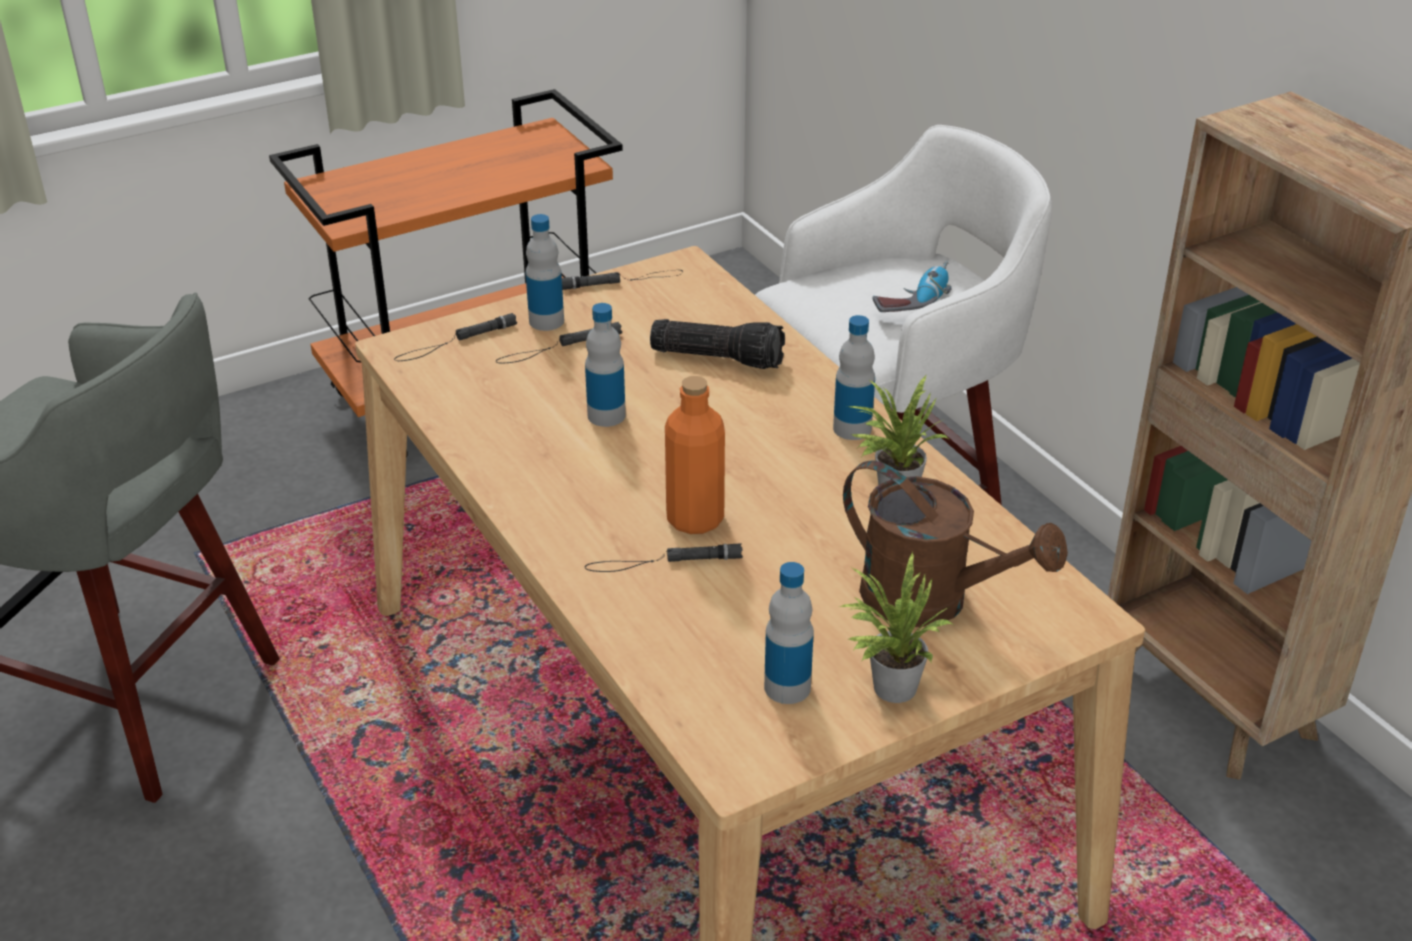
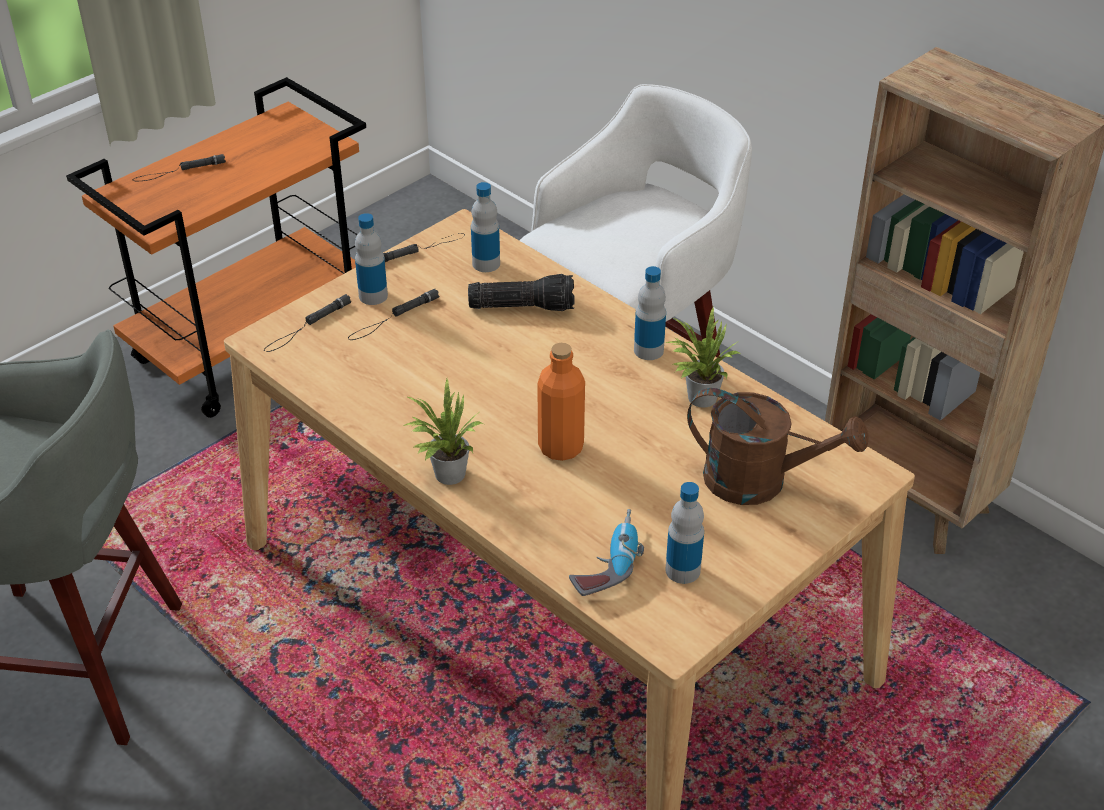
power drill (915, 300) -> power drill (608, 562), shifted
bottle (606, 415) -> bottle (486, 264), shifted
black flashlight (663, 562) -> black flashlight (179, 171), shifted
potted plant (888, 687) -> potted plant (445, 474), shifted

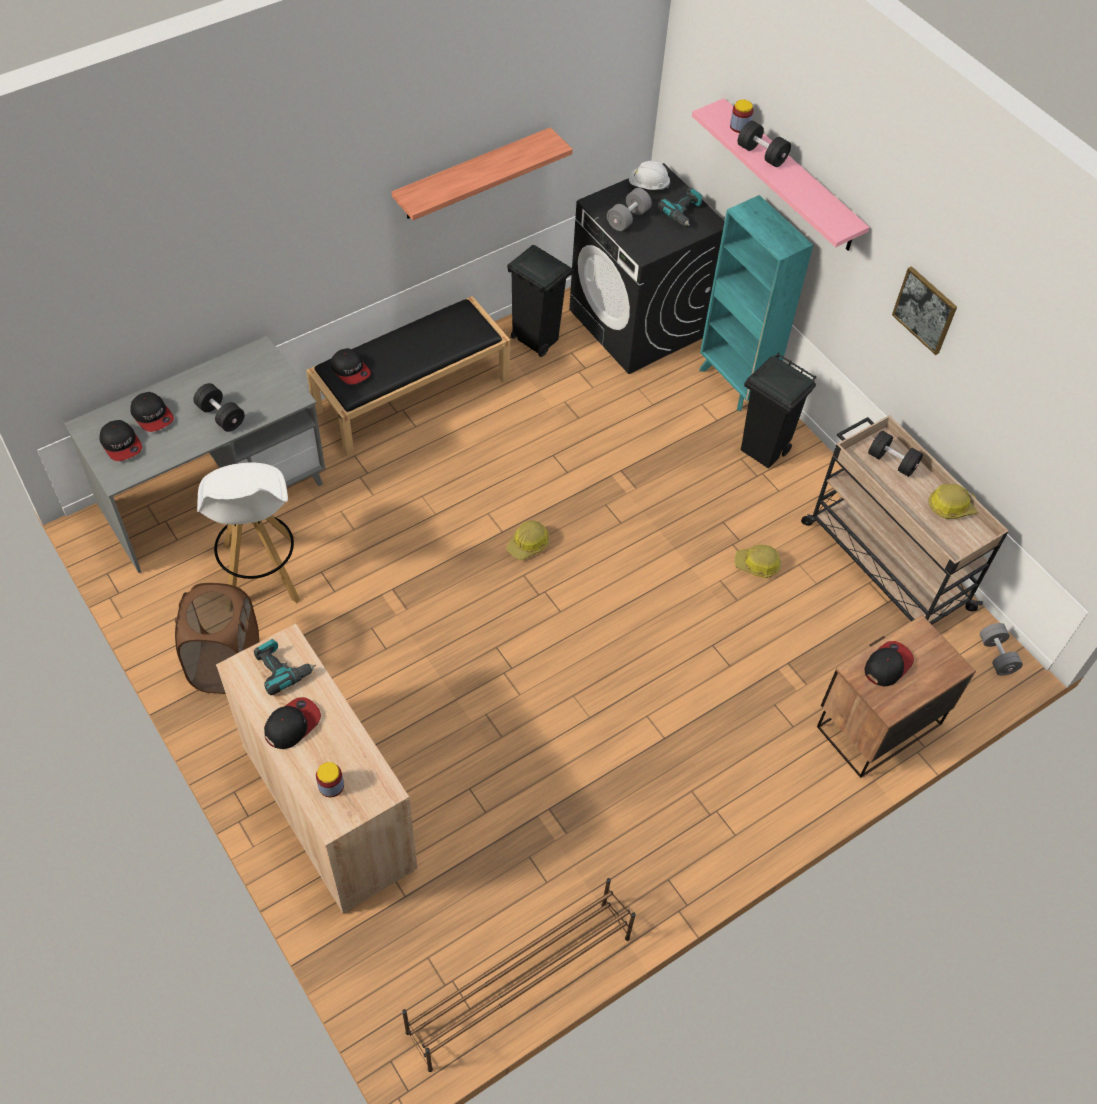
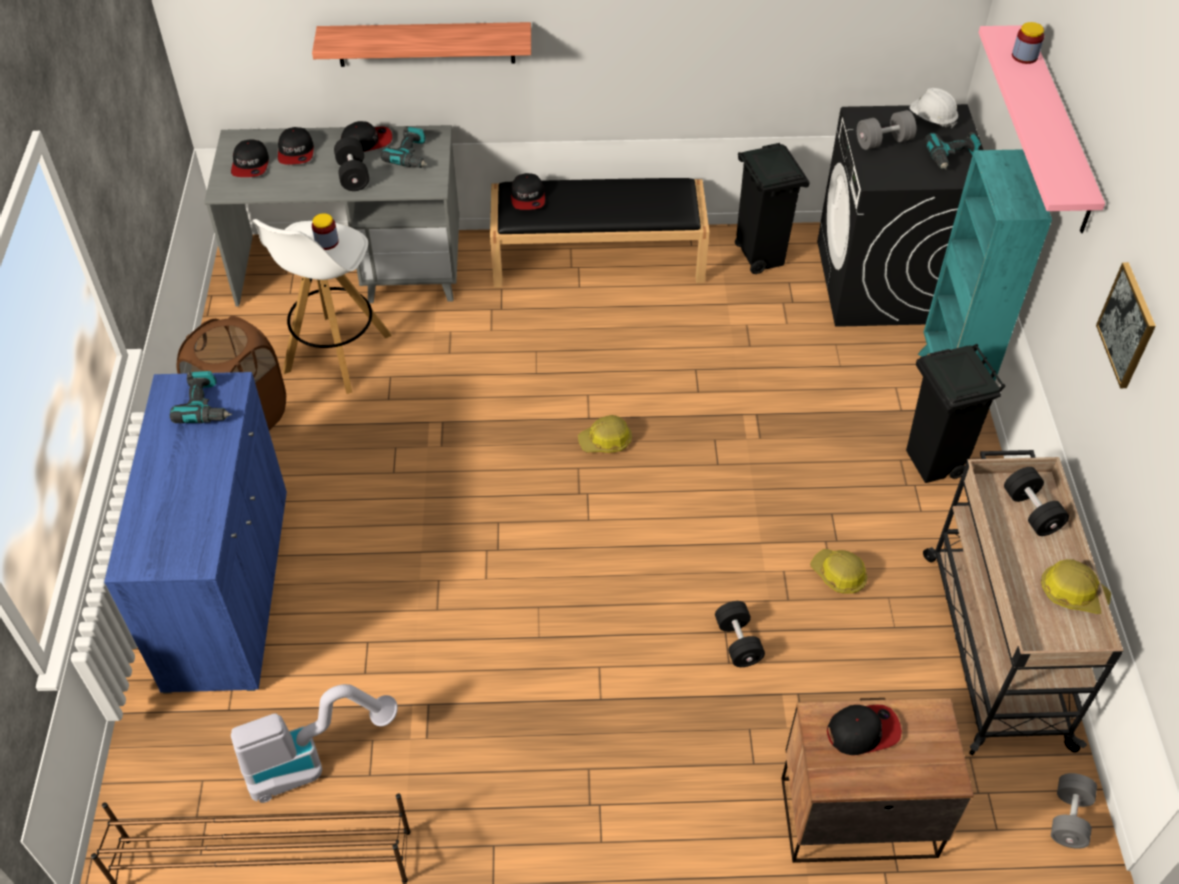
black dumbbell (761, 154) -> black dumbbell (738, 642), shifted
shelf (473, 174) -> shelf (426, 44), shifted
beige cabinet (329, 807) -> blue cabinet (228, 589)
cap (292, 724) -> cap (367, 141), shifted
jar (331, 785) -> jar (327, 242), shifted
none -> power drill (411, 155)
none -> vacuum cleaner (311, 761)

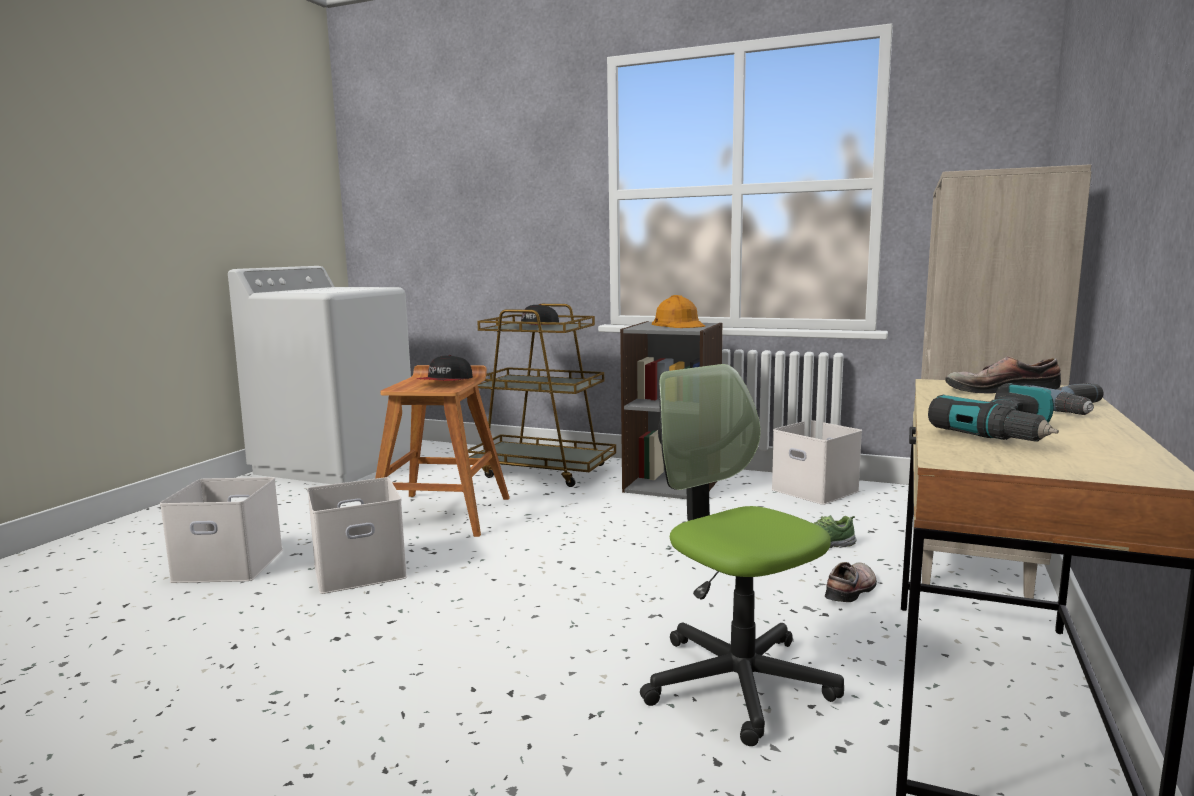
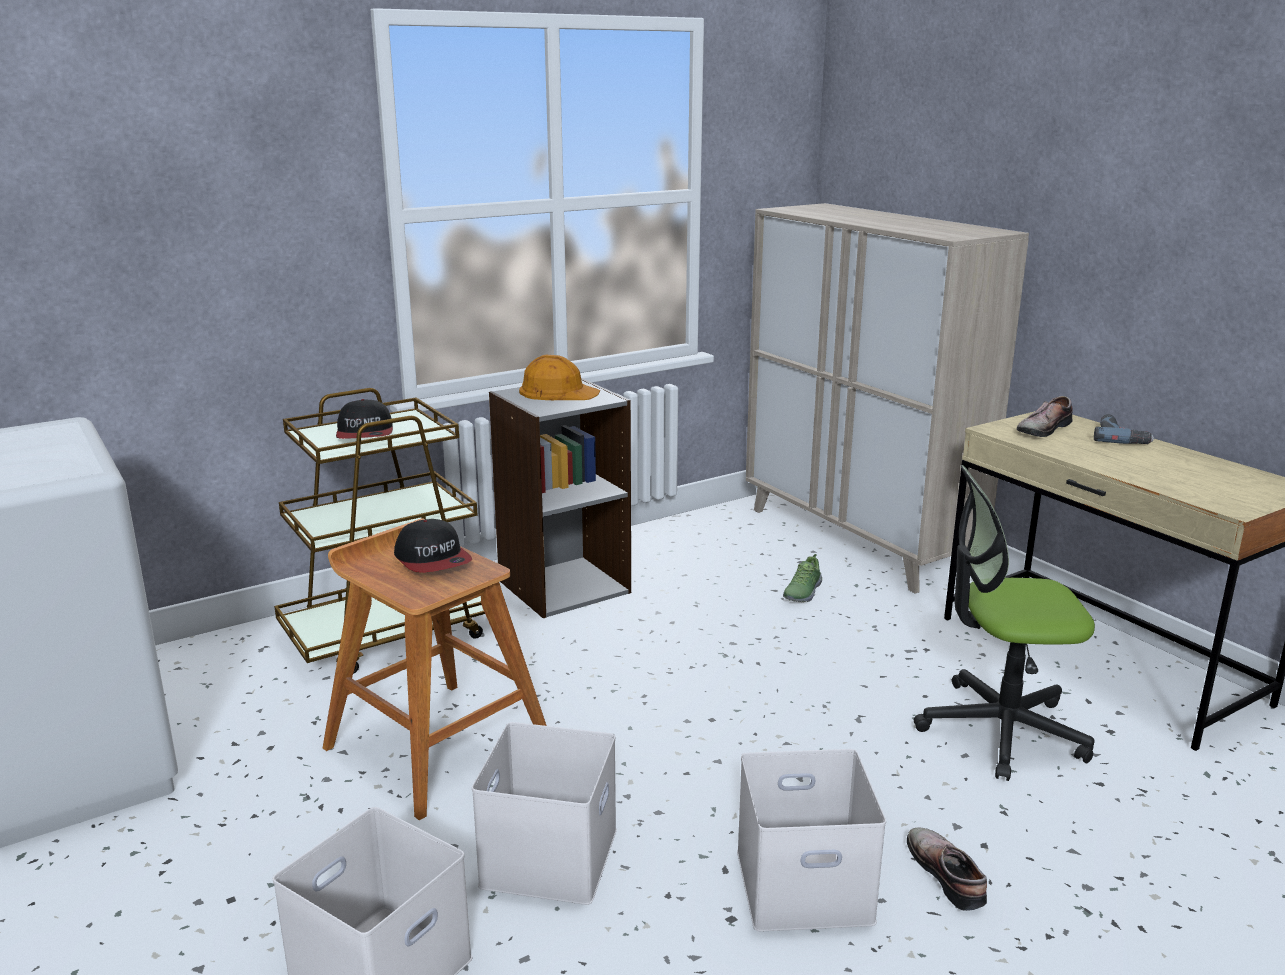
power drill (1008, 434) -> none
white storage box (817, 490) -> white storage box (805, 883), shifted
shoe (852, 590) -> shoe (948, 874), shifted

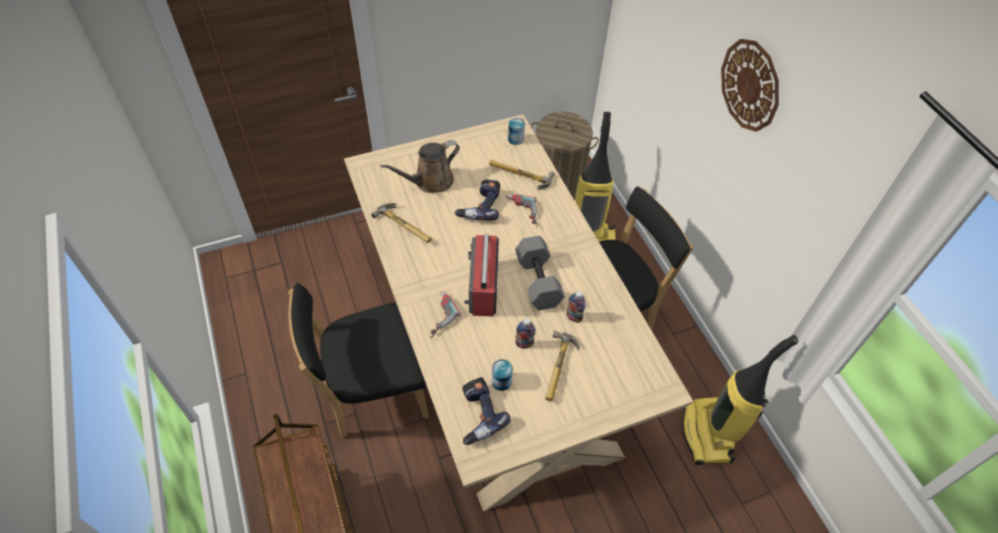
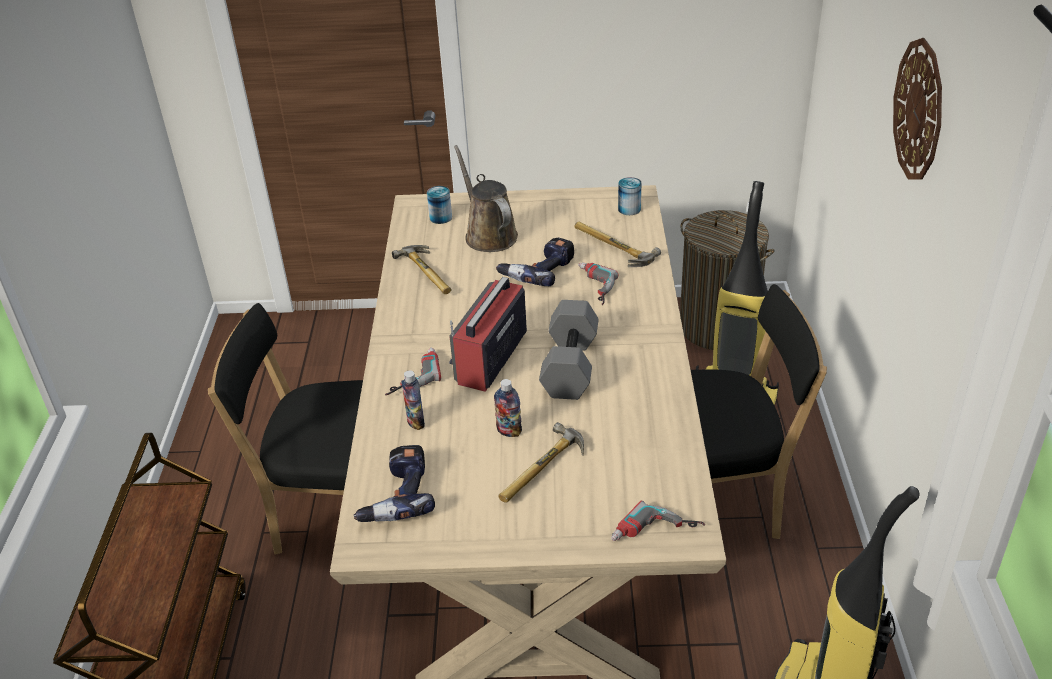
brown watering can (430, 181) -> brown watering can (488, 234), 75 degrees clockwise
bottle (574, 317) -> bottle (416, 422), shifted
can (501, 381) -> can (440, 217), shifted
none -> power drill (656, 535)

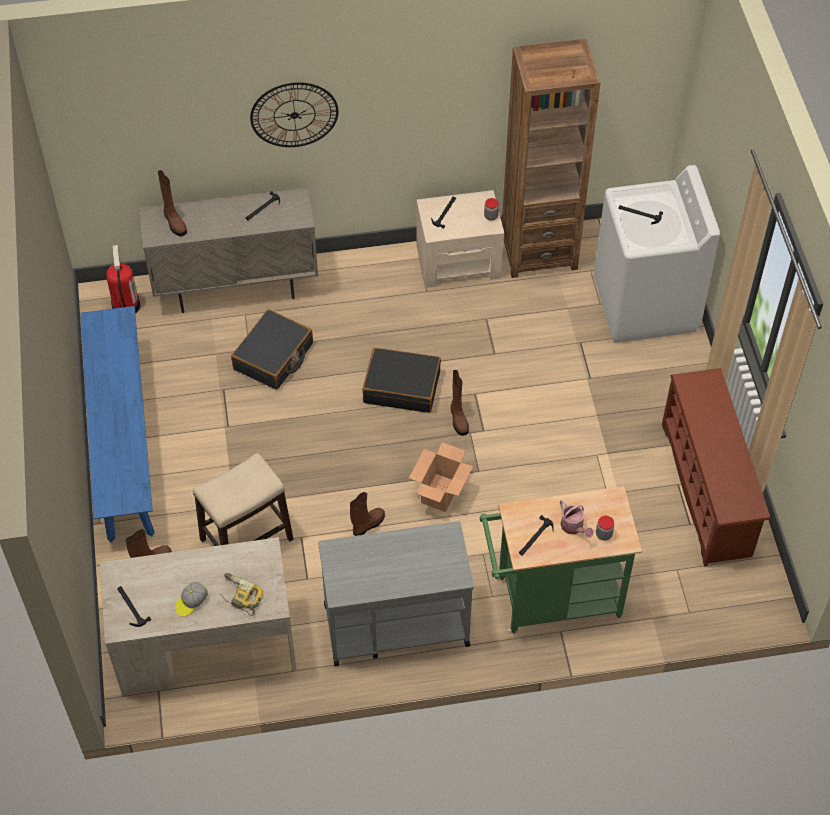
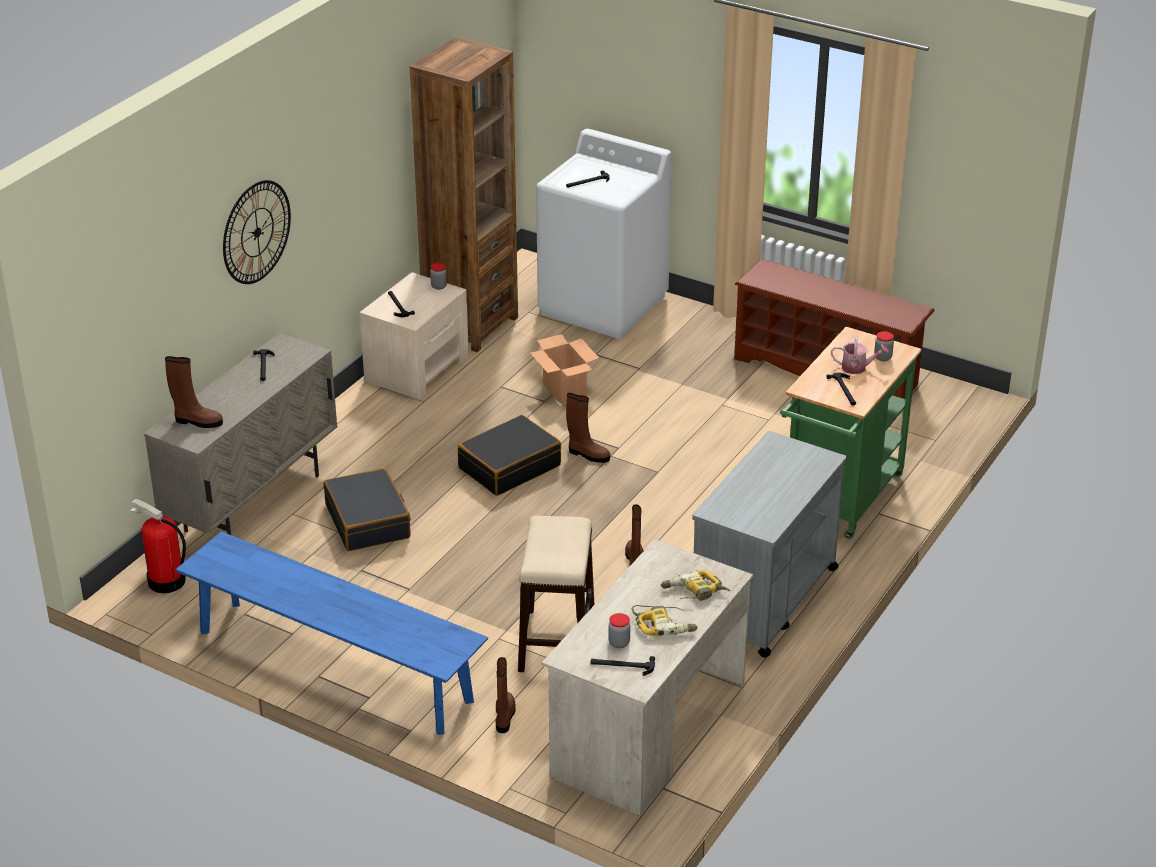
cardboard box (440, 493) -> cardboard box (565, 390), shifted
cap (191, 602) -> power drill (664, 625)
none -> jar (619, 643)

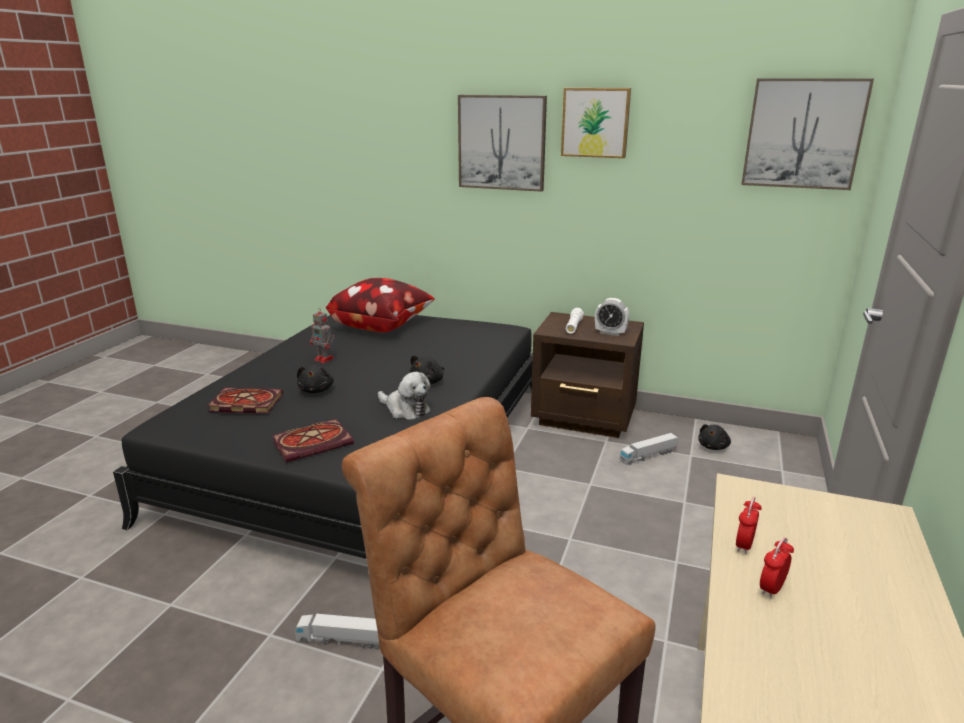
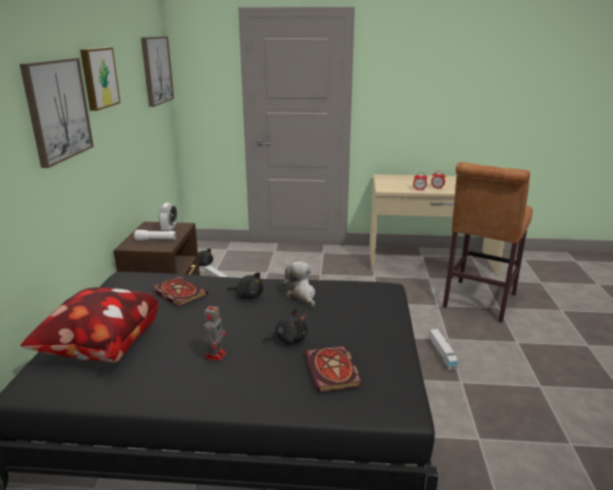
plush toy (405, 409) -> plush toy (301, 296), 45 degrees counterclockwise
book (314, 442) -> book (178, 293), shifted

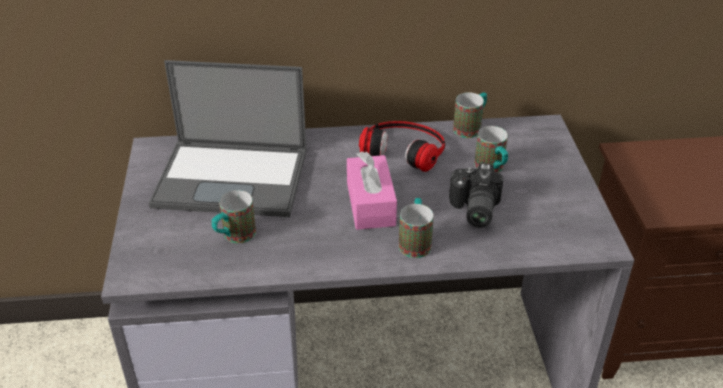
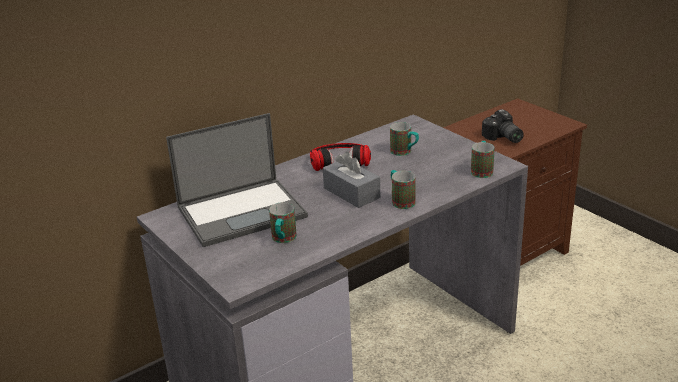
mug (470, 127) -> mug (482, 170), shifted
pink tissue box (370, 204) -> grey tissue box (351, 193)
photo camera (473, 209) -> photo camera (503, 138), shifted

